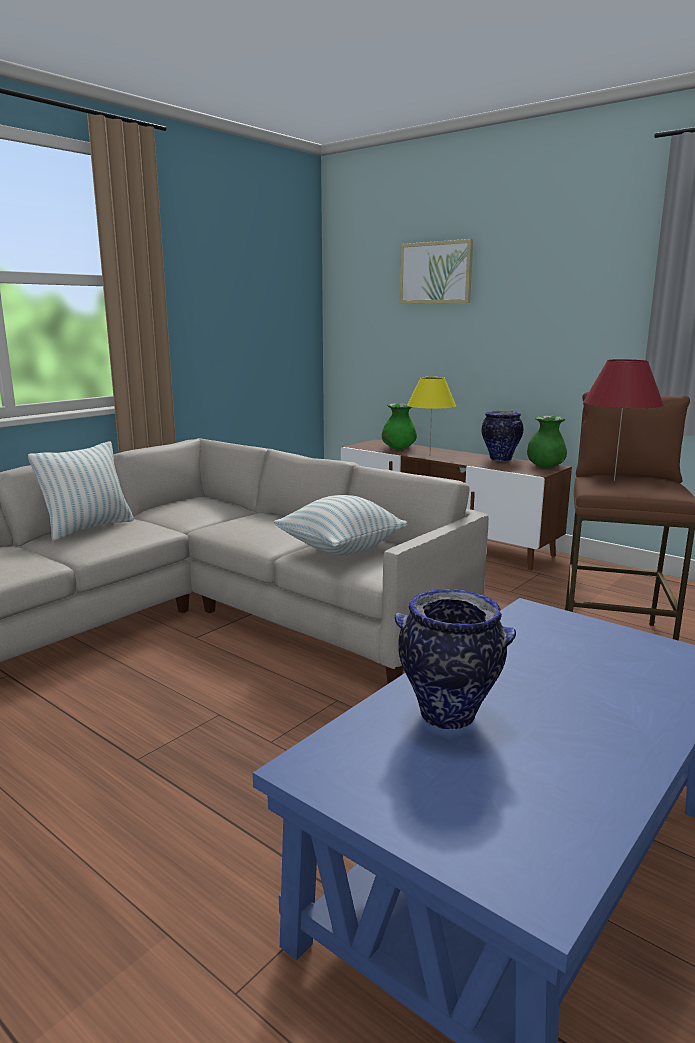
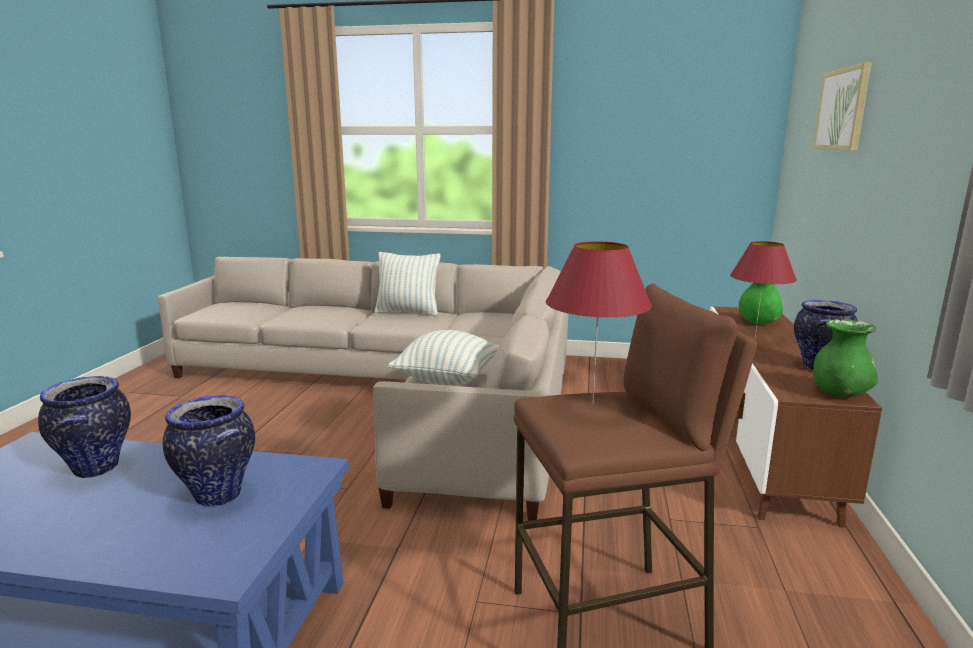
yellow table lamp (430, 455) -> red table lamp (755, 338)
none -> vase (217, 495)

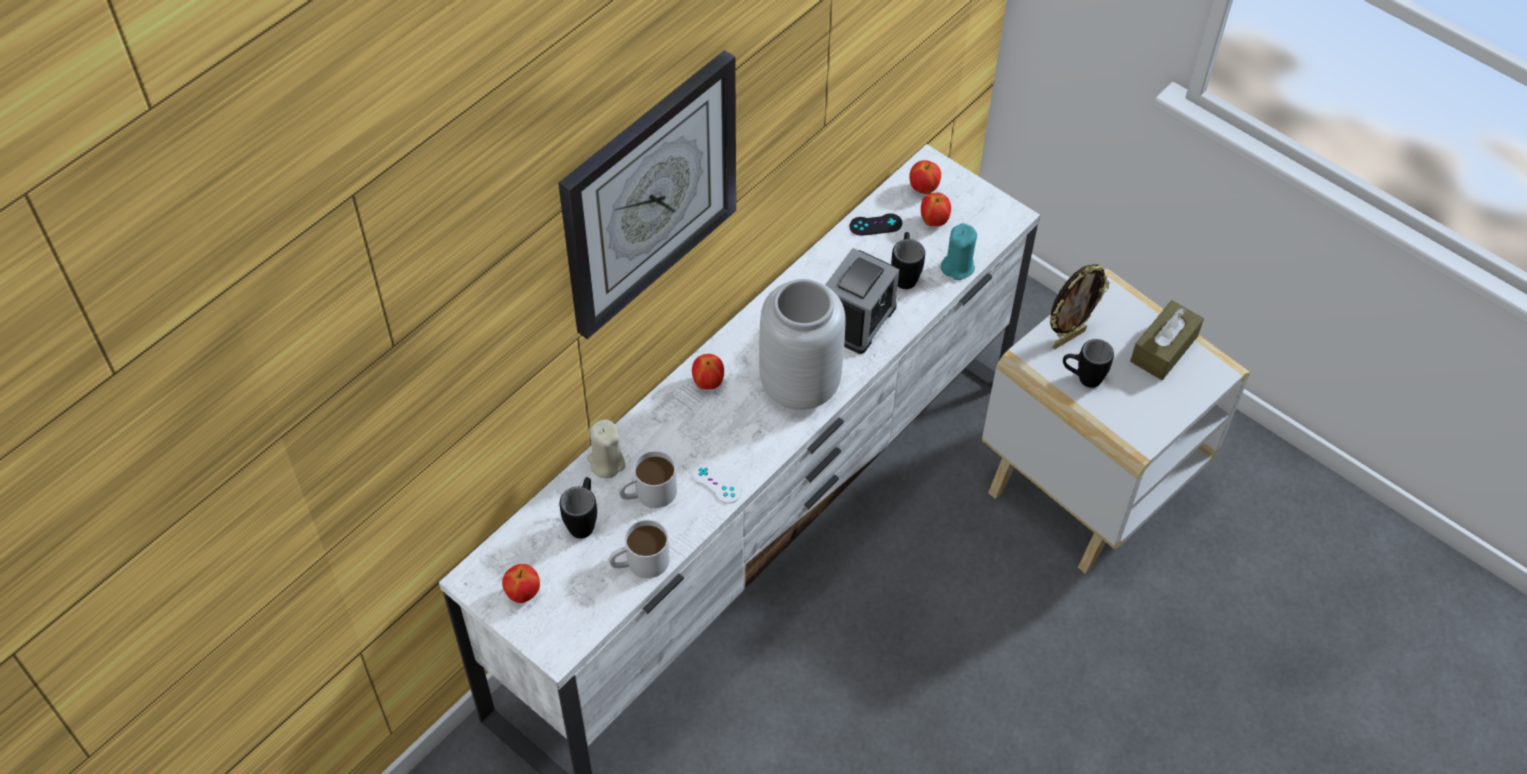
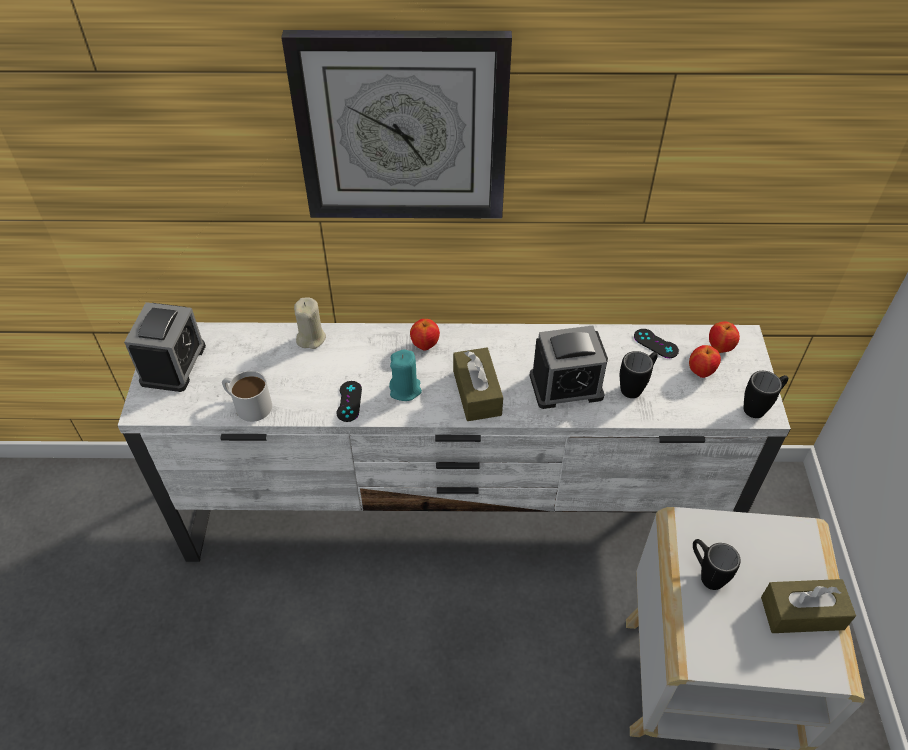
turquoise candle (957, 266) -> turquoise candle (405, 389), shifted
picture frame (1068, 337) -> none
grey vase (801, 385) -> brown tissue box (477, 393)
white mug (647, 493) -> none
white game controller (716, 483) -> black game controller (349, 401)
black mug (583, 520) -> black mug (760, 407), shifted
apple (523, 593) -> alarm clock (173, 364)

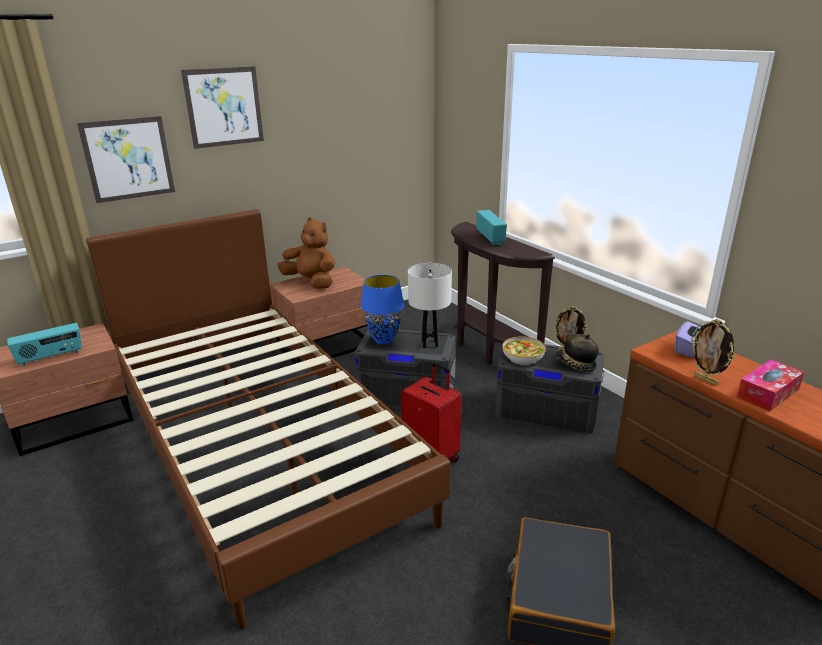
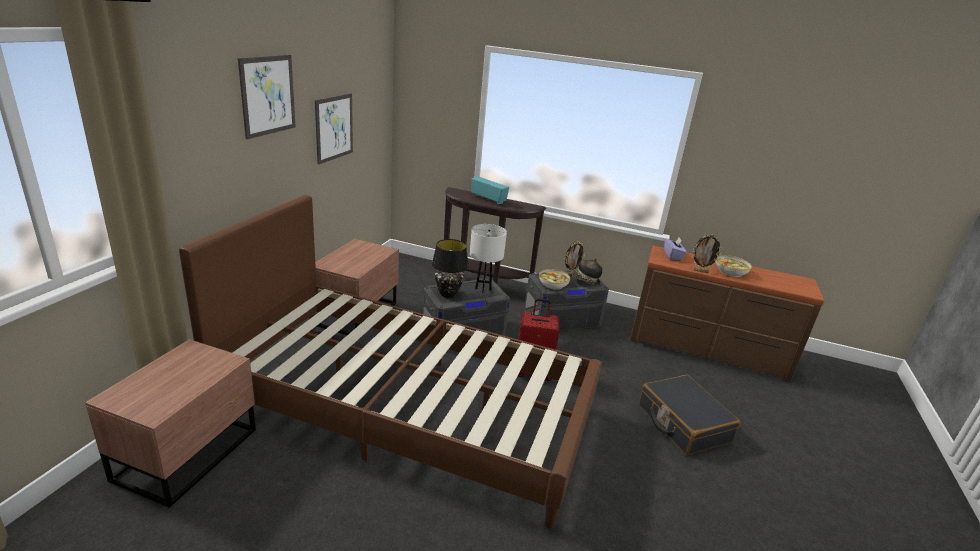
picture (128, 159) -> picture (334, 127), shifted
brown plush toy (311, 282) -> none
blue table lamp (384, 340) -> black table lamp (448, 294)
radio (50, 357) -> none
tissue box (768, 393) -> bowl (730, 271)

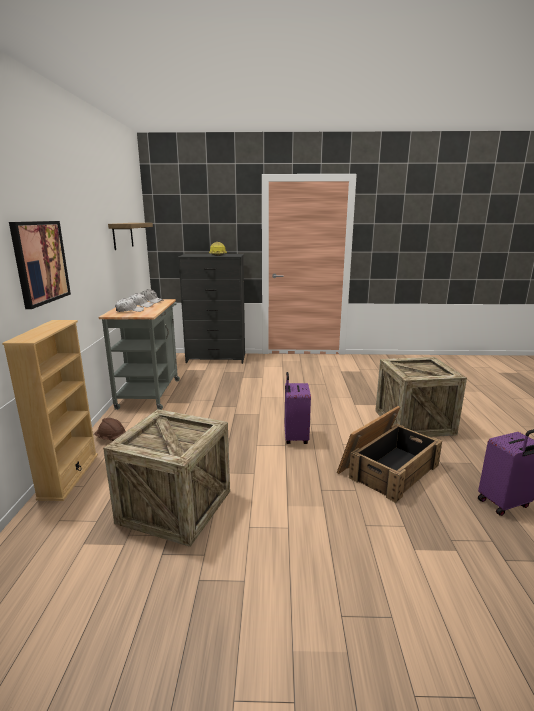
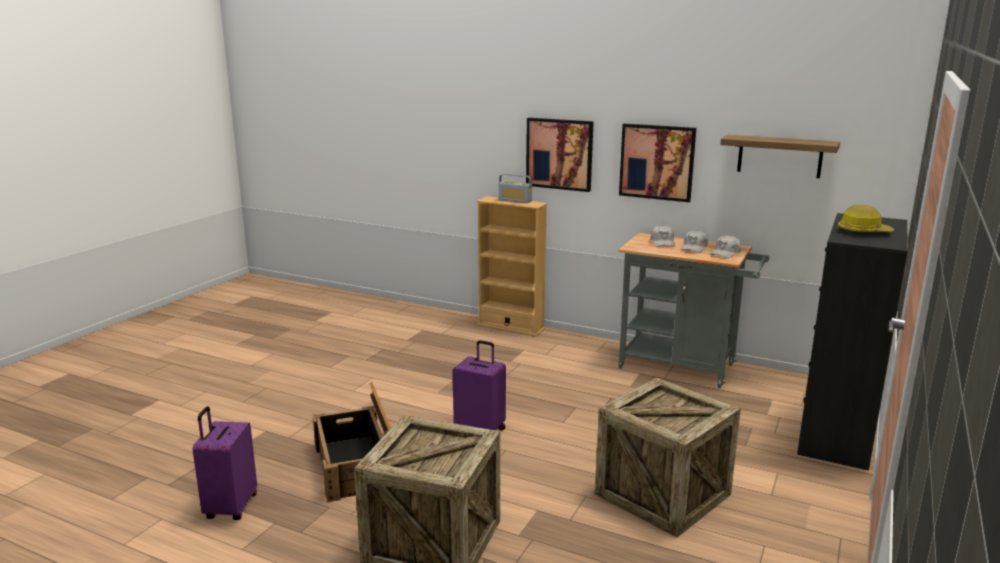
crate (175, 506) -> crate (662, 494), shifted
brown hard hat (111, 438) -> none
none -> picture (657, 162)
none -> radio (515, 201)

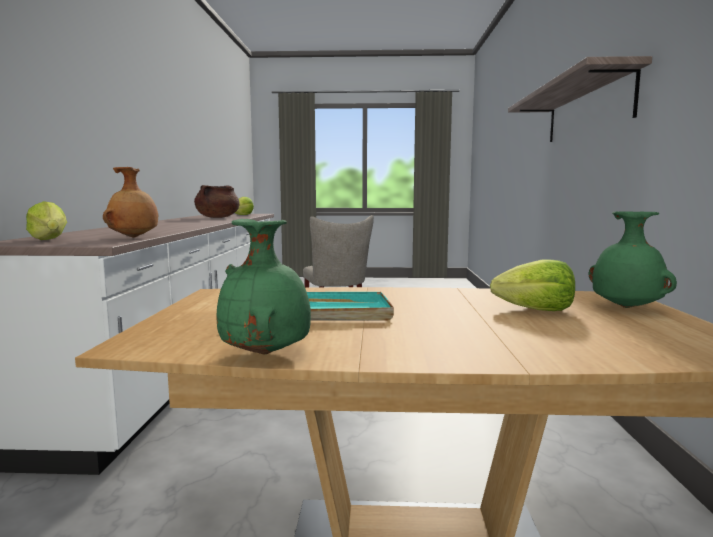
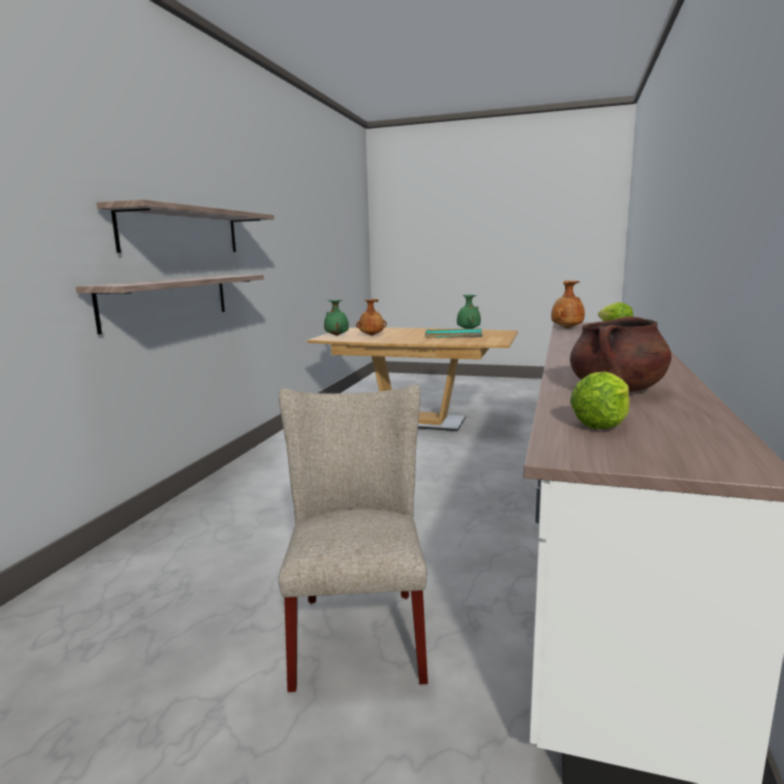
lettuce (536, 310) -> brown vase (371, 335)
none -> shelf (167, 300)

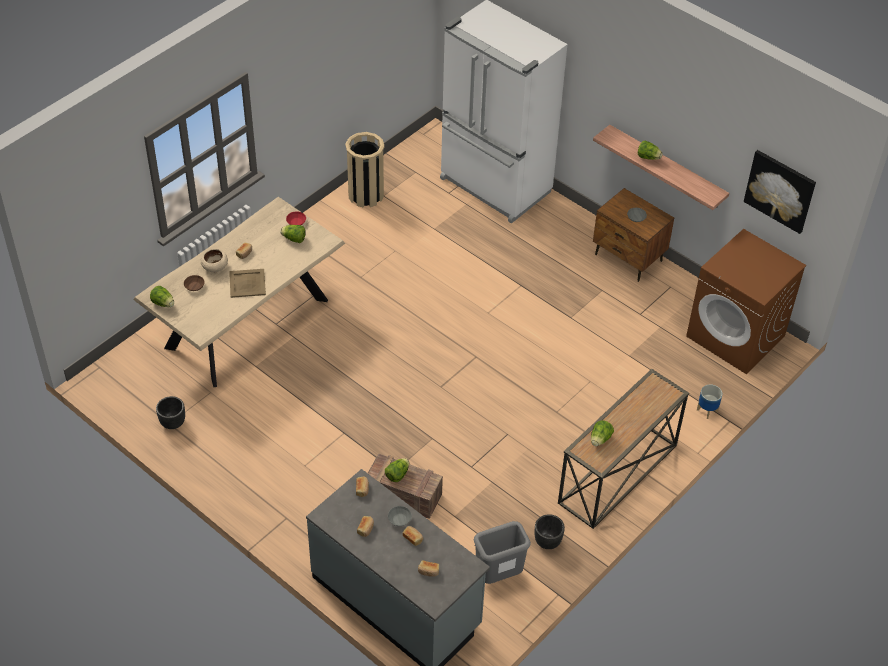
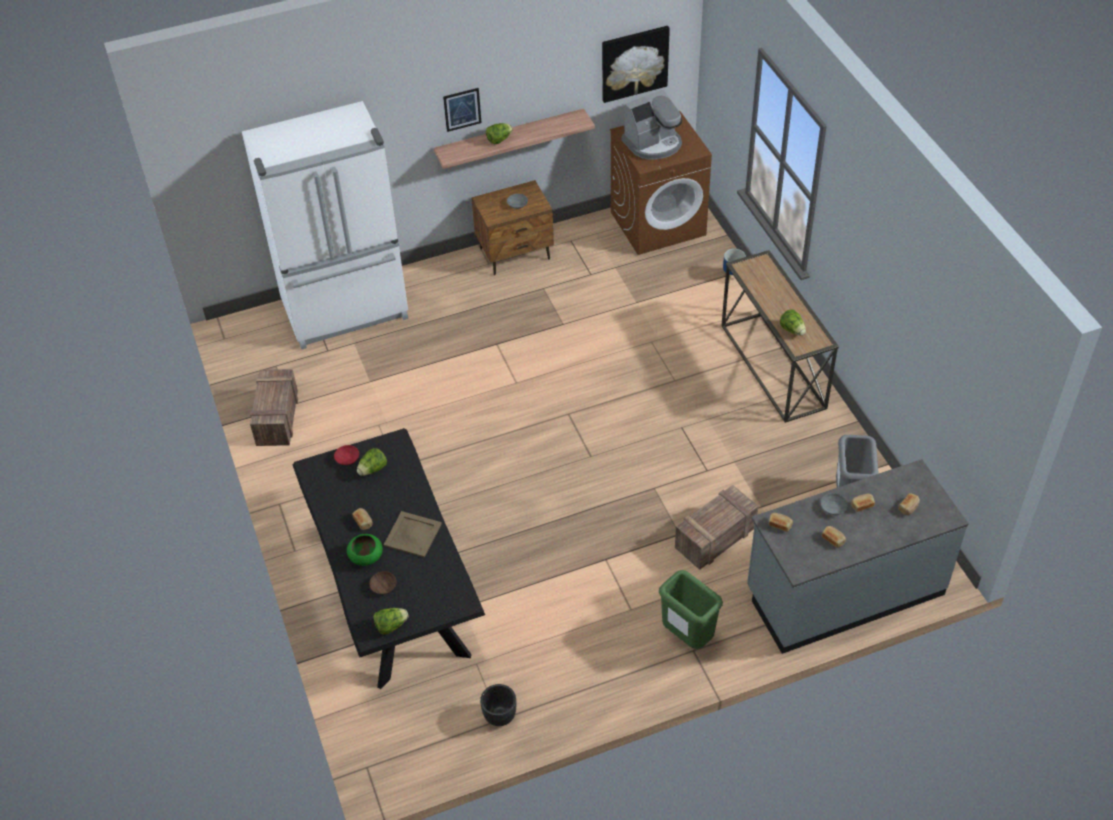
beige trash can (366, 195) -> crate (277, 419)
beige dining table (247, 324) -> black dining table (396, 594)
beige bowl (214, 267) -> green bowl (366, 557)
lettuce (397, 475) -> none
black planter (547, 542) -> none
none -> picture (462, 109)
none -> coffee machine (653, 144)
none -> green trash can (686, 637)

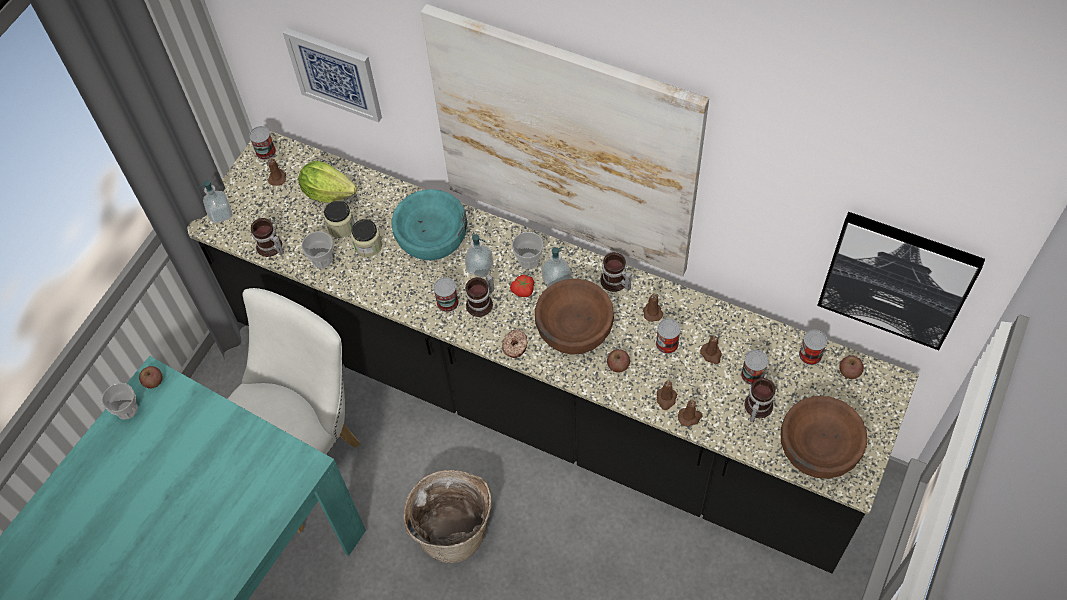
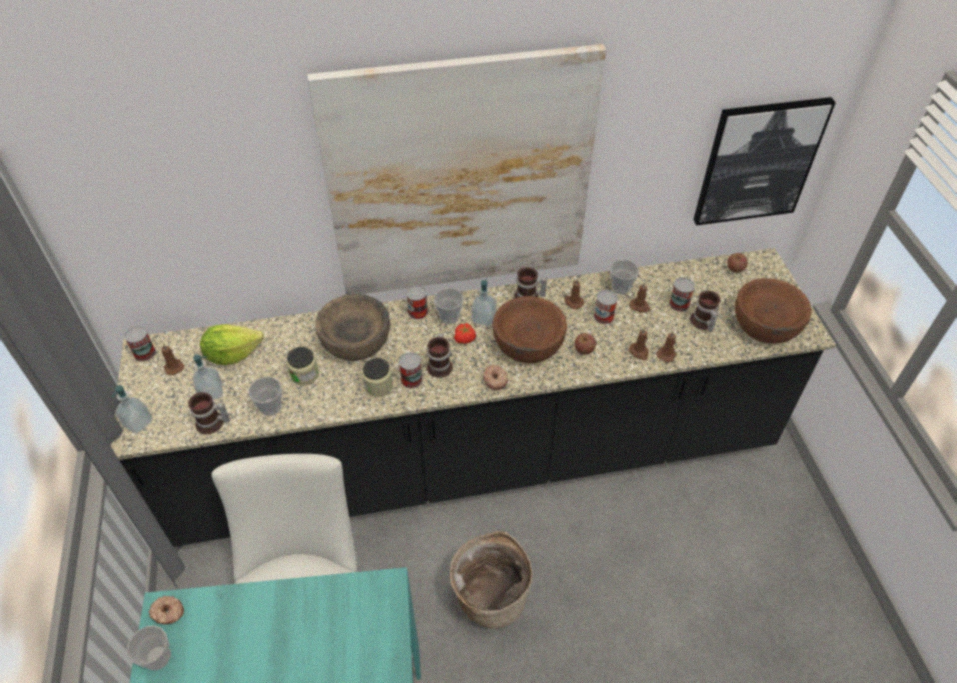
picture (335, 73) -> none
turquoise bowl (432, 237) -> brown bowl (356, 340)
jar (341, 227) -> jar (378, 386), shifted
soap dispenser (479, 267) -> soap dispenser (211, 392), shifted
can (810, 355) -> can (417, 312), shifted
apple (153, 381) -> donut (168, 613)
none -> cup (621, 287)

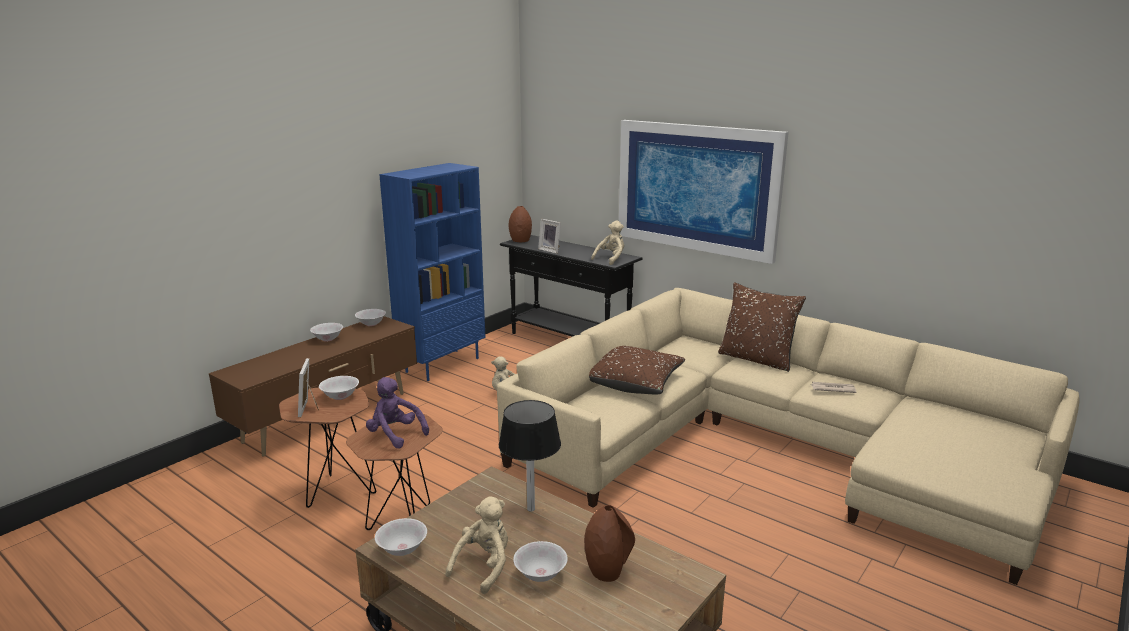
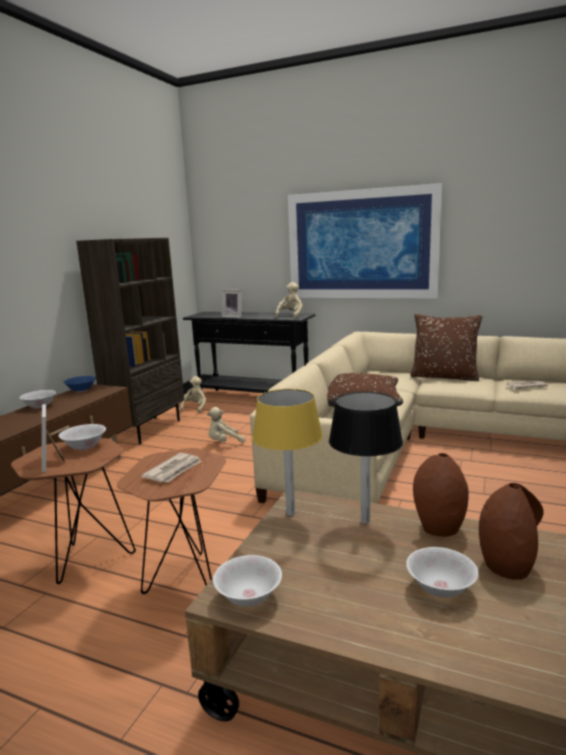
blue bookcase (442, 364) -> brown bookcase (147, 430)
brown vase (520, 240) -> brown vase (439, 528), shifted
white bowl (371, 324) -> blue bowl (81, 390)
purple plush toy (395, 435) -> newspaper (174, 470)
beige plush toy (484, 566) -> beige plush toy (195, 408), shifted
none -> yellow table lamp (290, 513)

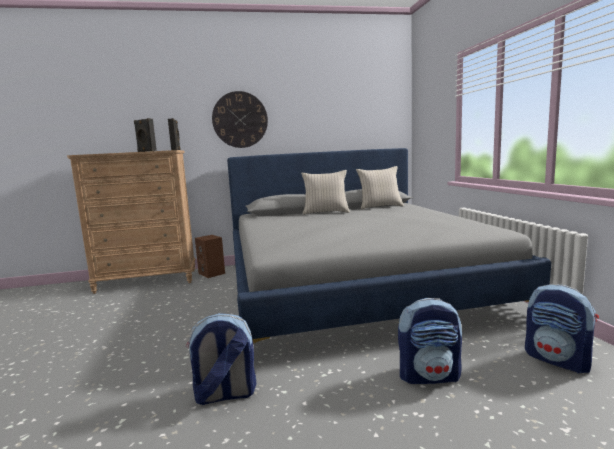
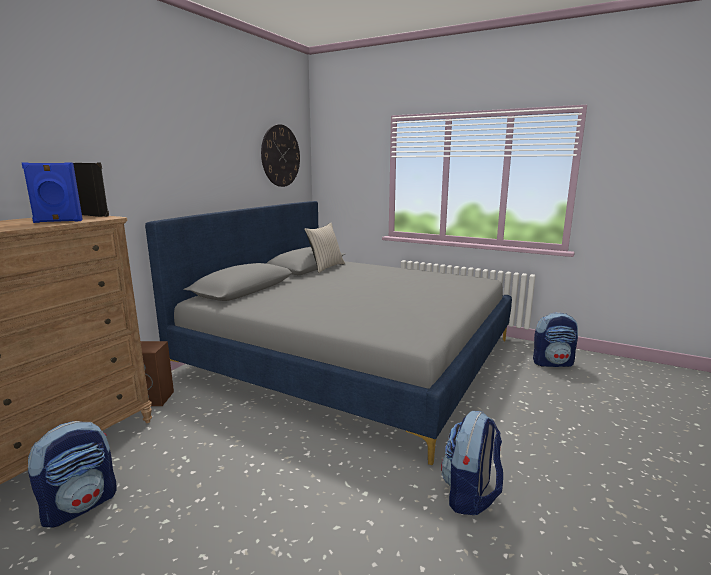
wall clock (240, 120) -> wall clock (280, 156), shifted
black speaker (146, 151) -> blue speaker (58, 221)
beige pillow (325, 212) -> none
backpack (429, 376) -> backpack (80, 505), shifted

